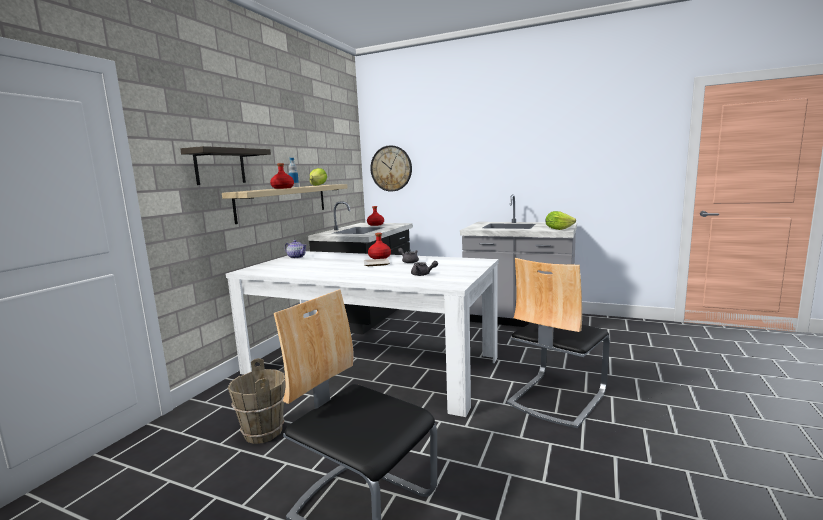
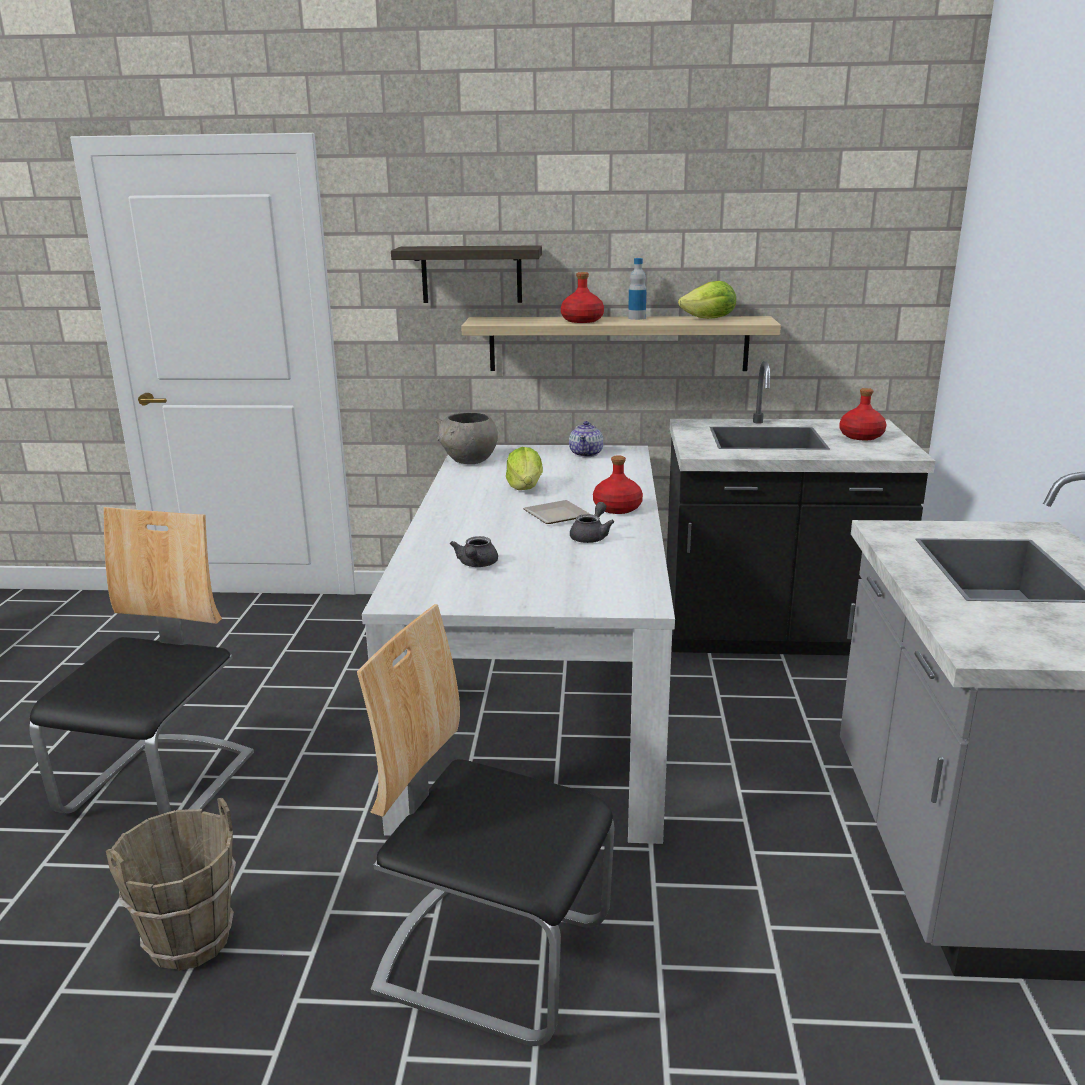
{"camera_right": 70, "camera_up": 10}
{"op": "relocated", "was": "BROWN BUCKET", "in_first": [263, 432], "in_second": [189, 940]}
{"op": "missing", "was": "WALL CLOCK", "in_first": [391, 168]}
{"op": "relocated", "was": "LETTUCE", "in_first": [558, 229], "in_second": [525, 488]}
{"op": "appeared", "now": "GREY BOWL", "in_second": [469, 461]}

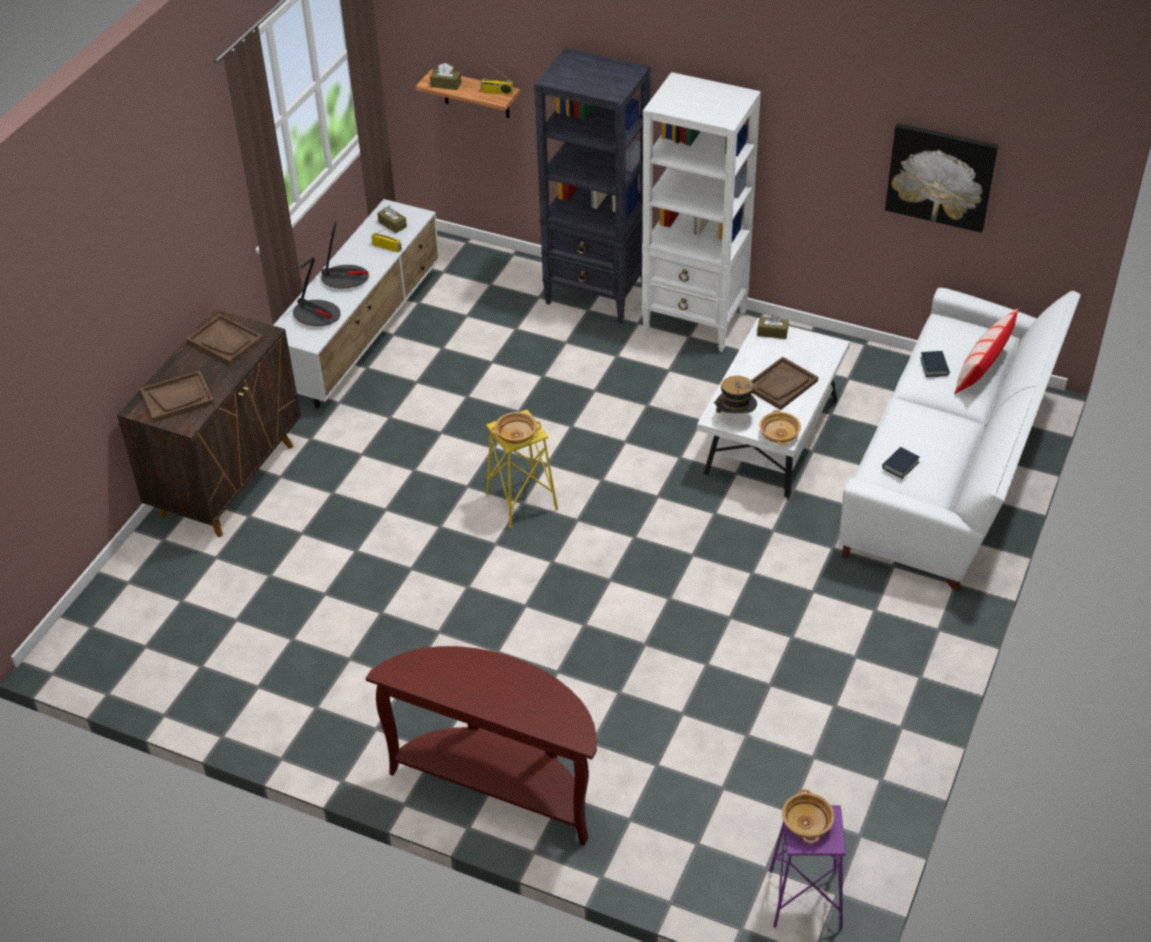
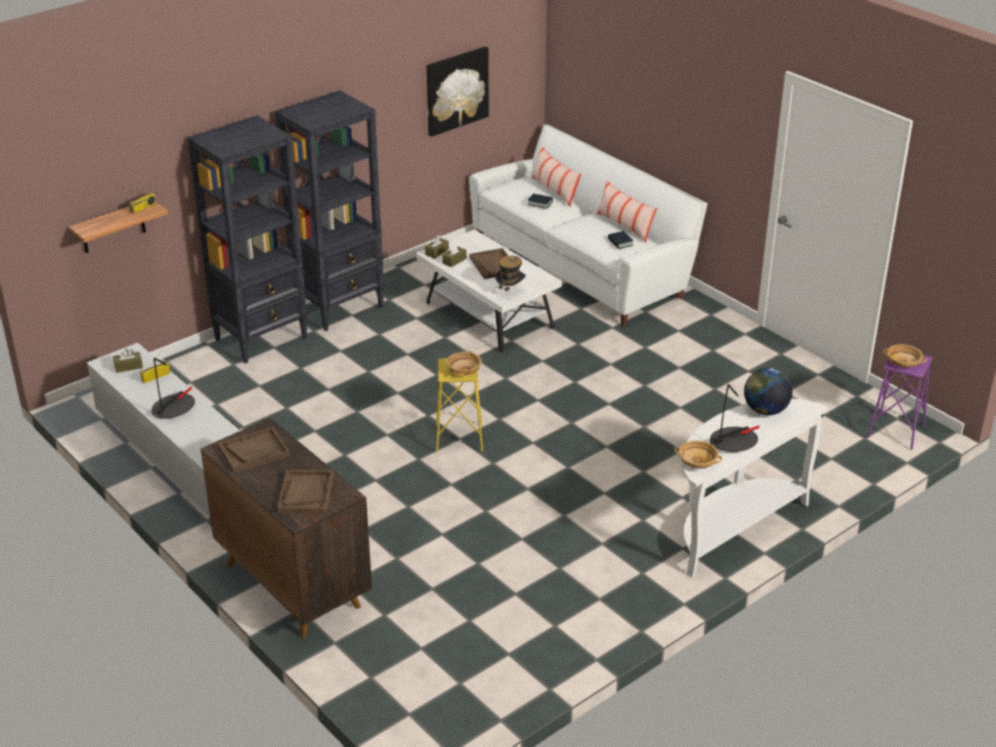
{"camera_right": -65, "camera_up": -10}
{"op": "relocated", "was": "TABLE LAMP", "in_first": [317, 315], "in_second": [733, 441]}
{"op": "colour", "was": "BROWN CONSOLE TABLE", "now": "WHITE CONSOLE TABLE", "in_first": [499, 784], "in_second": [733, 527]}
{"op": "relocated", "was": "BROWN TISSUE BOX", "in_first": [446, 84], "in_second": [454, 261]}
{"op": "colour", "was": "WHITE BOOKCASE", "now": "BLACK BOOKCASE", "in_first": [695, 322], "in_second": [340, 307]}
{"op": "relocated", "was": "BEIGE BOWL", "in_first": [779, 435], "in_second": [697, 462]}
{"op": "appeared", "now": "PILLOW", "in_second": [624, 226]}
{"op": "appeared", "now": "GLOBE", "in_second": [765, 410]}

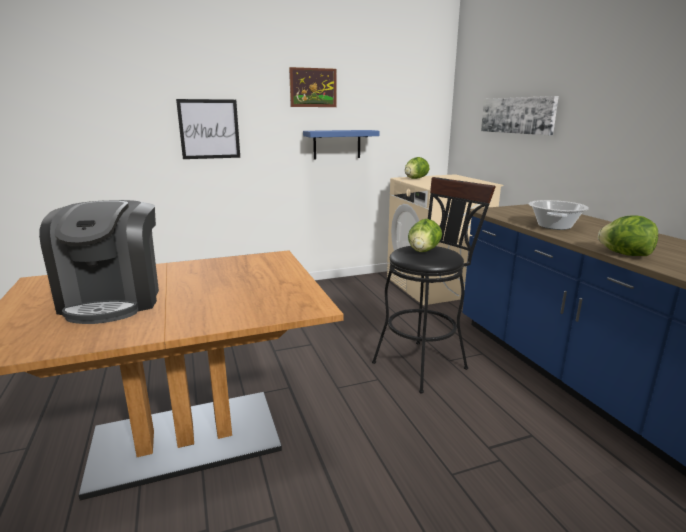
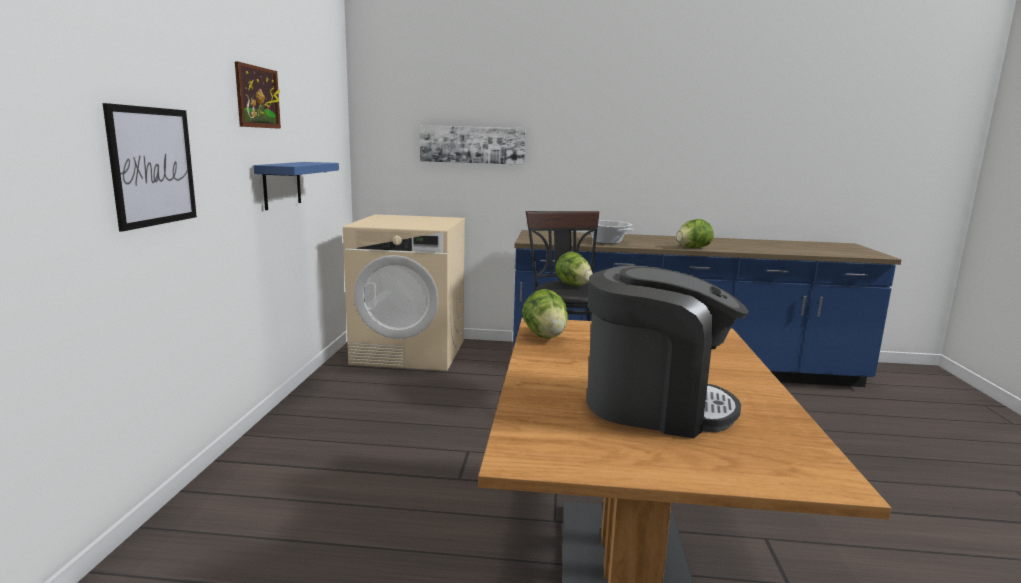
{"camera_right": -65, "camera_up": -5}
{"op": "relocated", "was": "LETTUCE", "in_first": [415, 178], "in_second": [545, 336]}

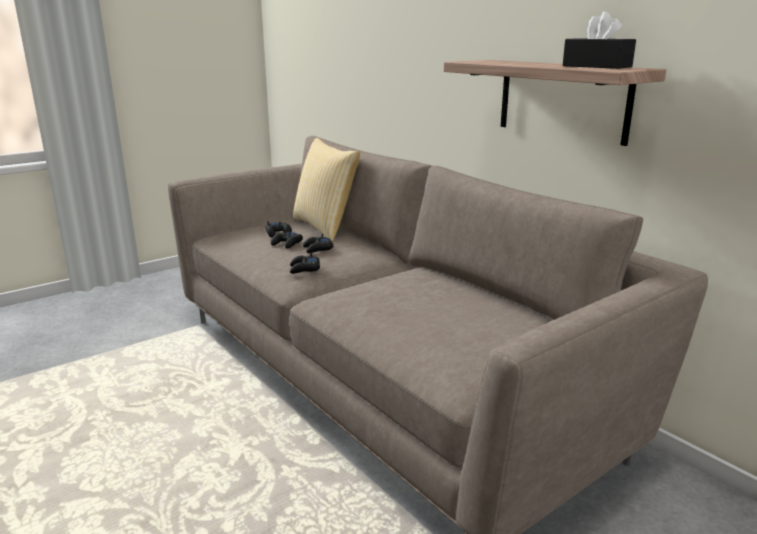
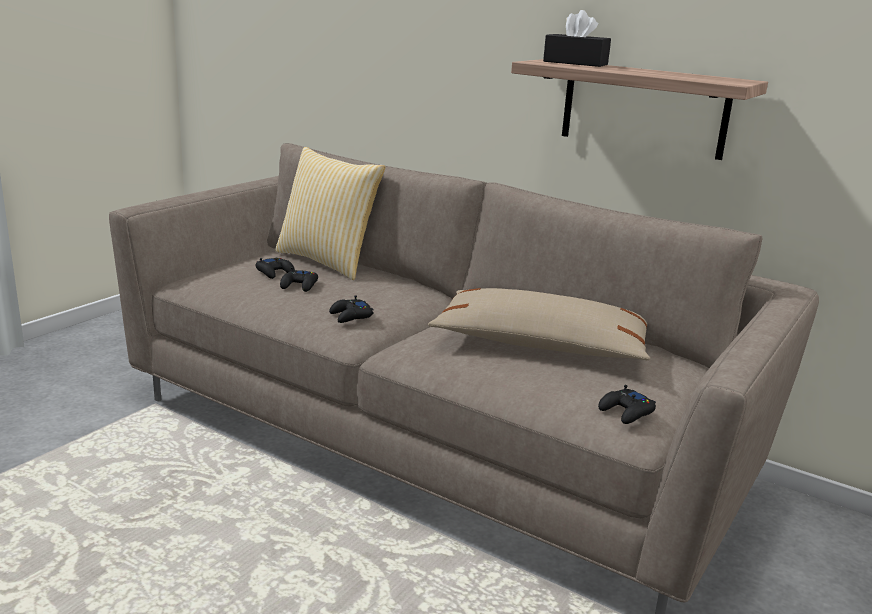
{"camera_right": -20, "camera_up": 0}
{"op": "relocated", "was": "BLACK GAME CONTROLLER", "in_first": [317, 249], "in_second": [626, 412]}
{"op": "relocated", "was": "BLACK TISSUE BOX", "in_first": [596, 66], "in_second": [575, 63]}
{"op": "appeared", "now": "BEIGE PILLOW", "in_second": [541, 344]}

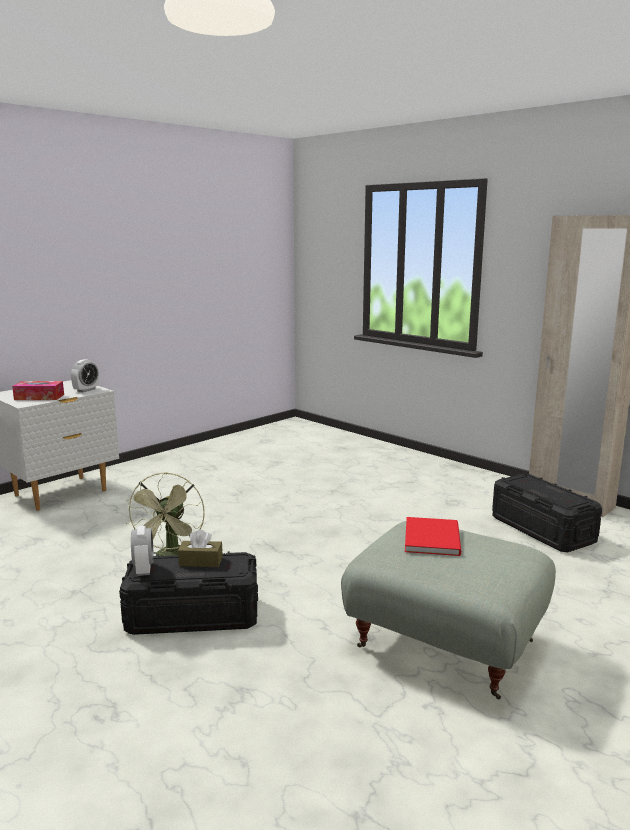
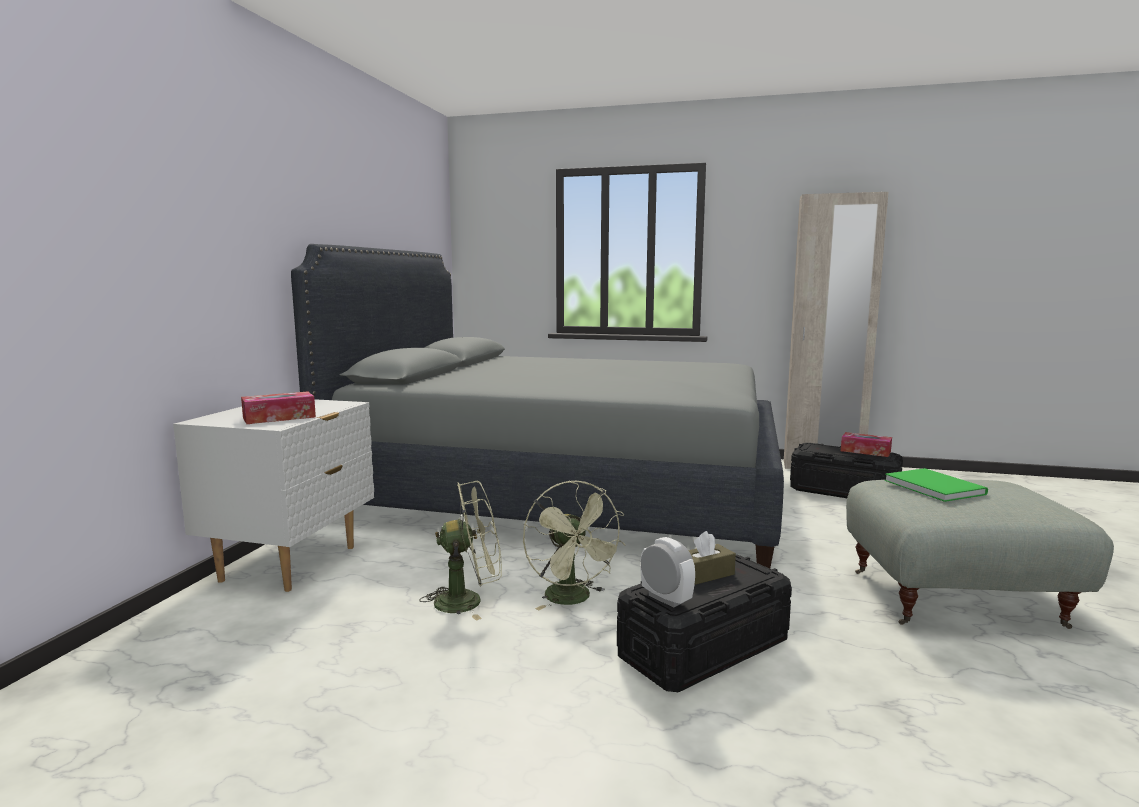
{"camera_right": -30, "camera_up": -5}
{"op": "missing", "was": "ALARM CLOCK", "in_first": [86, 390]}
{"op": "colour", "was": "RED BOOK", "now": "GREEN BOOK", "in_first": [434, 537], "in_second": [933, 486]}
{"op": "appeared", "now": "GREY BED", "in_second": [565, 493]}
{"op": "appeared", "now": "GREEN FAN", "in_second": [469, 600]}
{"op": "appeared", "now": "TISSUE BOX", "in_second": [865, 451]}

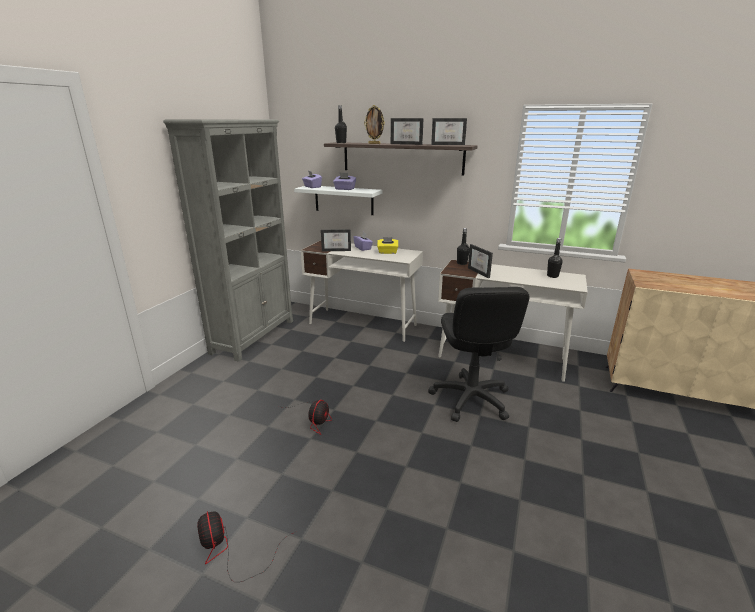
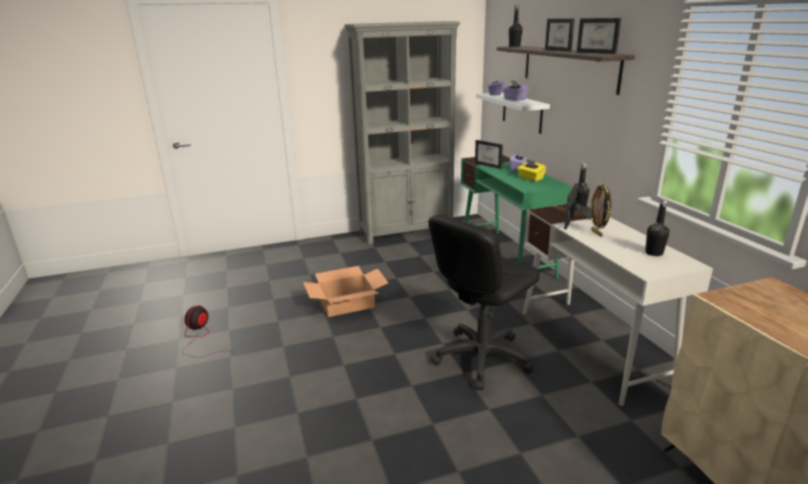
{"camera_right": 50, "camera_up": 0}
{"op": "exchanged", "was": "FAN", "now": "CARDBOARD BOX", "in_first": [315, 419], "in_second": [346, 303]}
{"op": "colour", "was": "WHITE DESK", "now": "GREEN DESK", "in_first": [363, 324], "in_second": [506, 256]}
{"op": "relocated", "was": "PICTURE FRAME", "in_first": [374, 143], "in_second": [597, 233]}

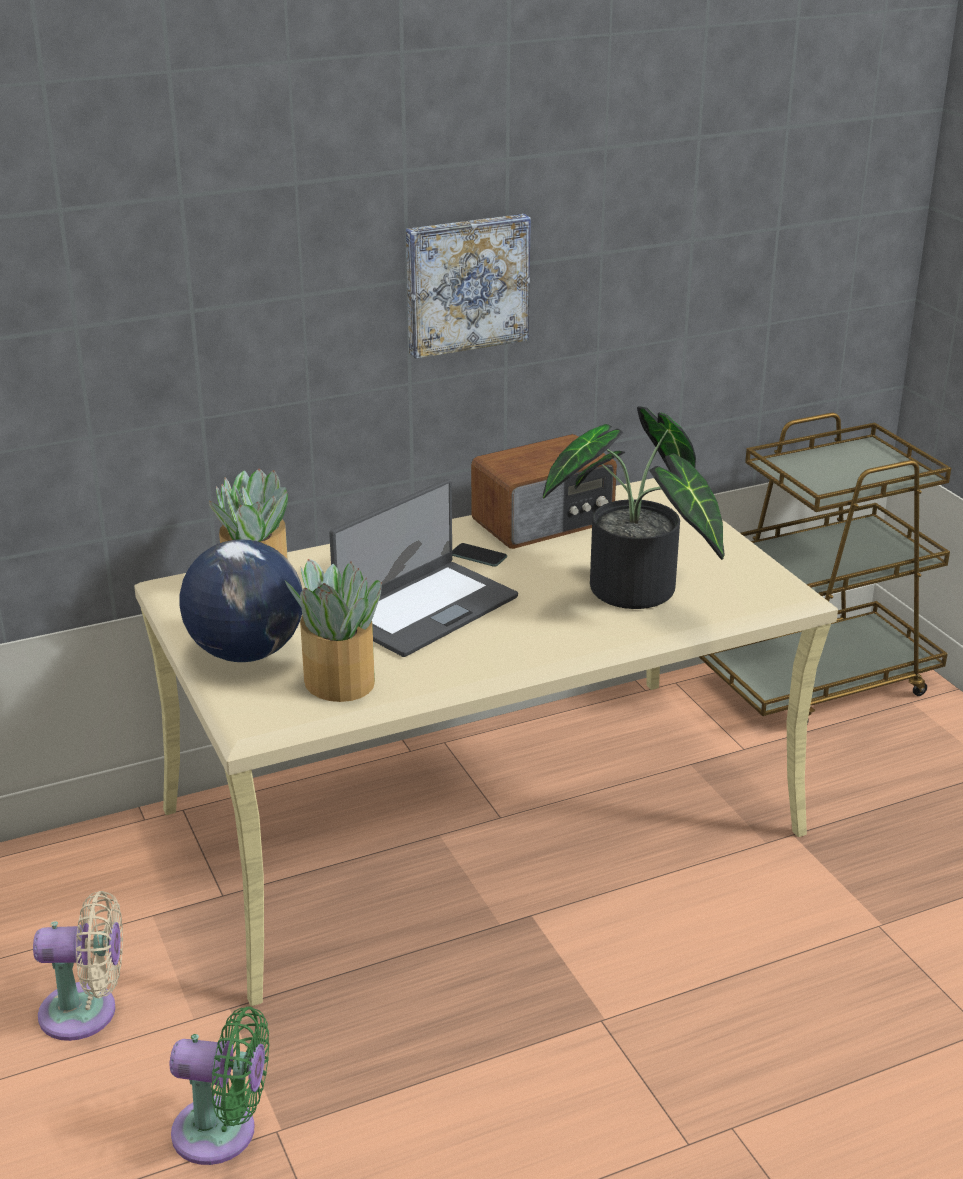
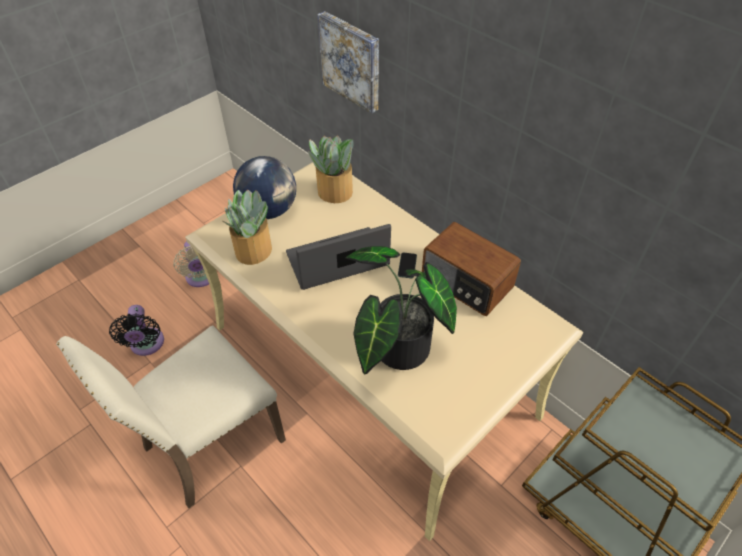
{"camera_right": 70, "camera_up": 20}
{"op": "colour", "was": "GREEN FAN", "now": "BLACK FAN", "in_first": [223, 1133], "in_second": [147, 345]}
{"op": "spun", "was": "LAPTOP", "in_first": [425, 608], "in_second": [338, 260], "clockwise": 135}
{"op": "relocated", "was": "PICTURE", "in_first": [466, 283], "in_second": [352, 61]}
{"op": "appeared", "now": "BEIGE CHAIR", "in_second": [210, 443]}

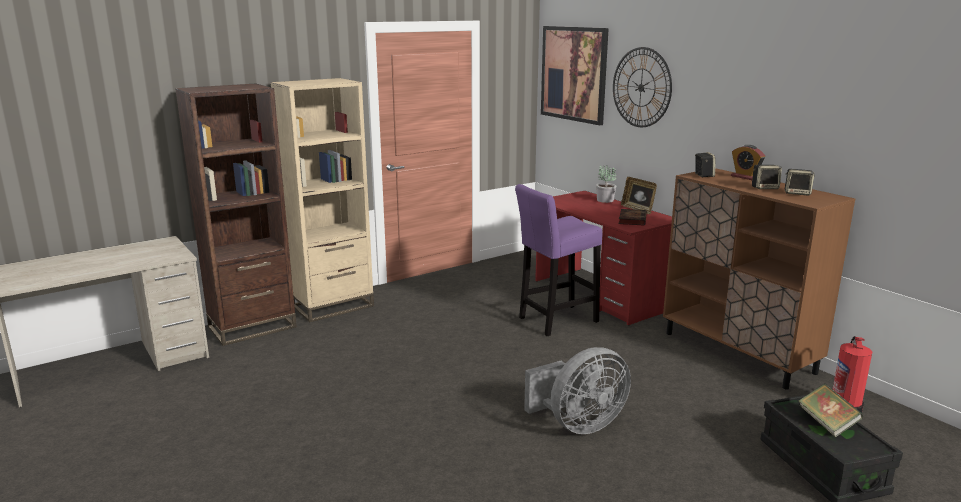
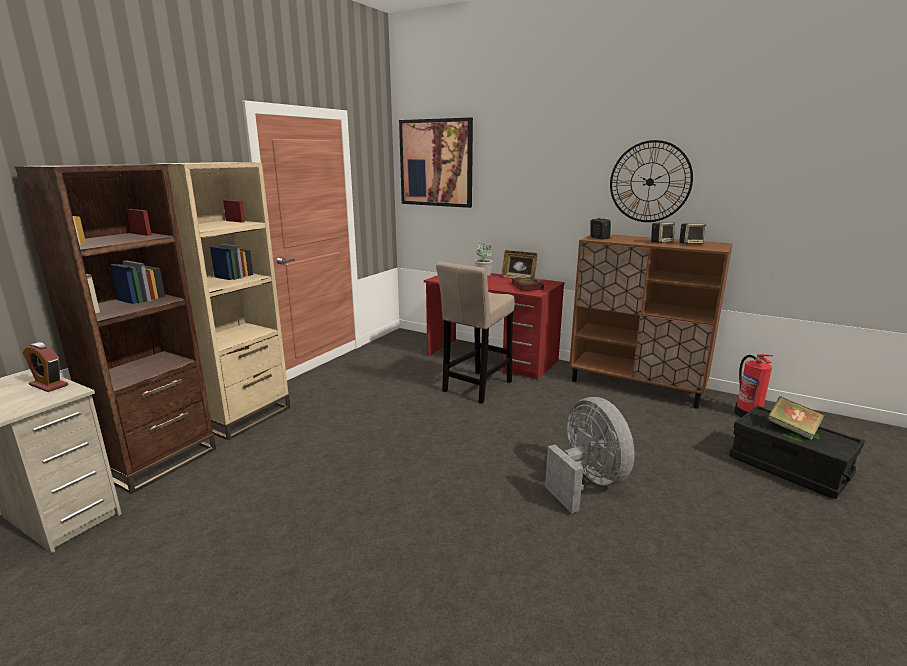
{"camera_right": -25, "camera_up": 0}
{"op": "colour", "was": "PURPLE STOOL", "now": "BEIGE STOOL", "in_first": [555, 321], "in_second": [475, 388]}
{"op": "spun", "was": "GREY FAN", "in_first": [579, 425], "in_second": [587, 482], "clockwise": -60}
{"op": "relocated", "was": "WALL CLOCK", "in_first": [641, 87], "in_second": [650, 182]}
{"op": "relocated", "was": "ALARM CLOCK", "in_first": [745, 177], "in_second": [49, 385]}

